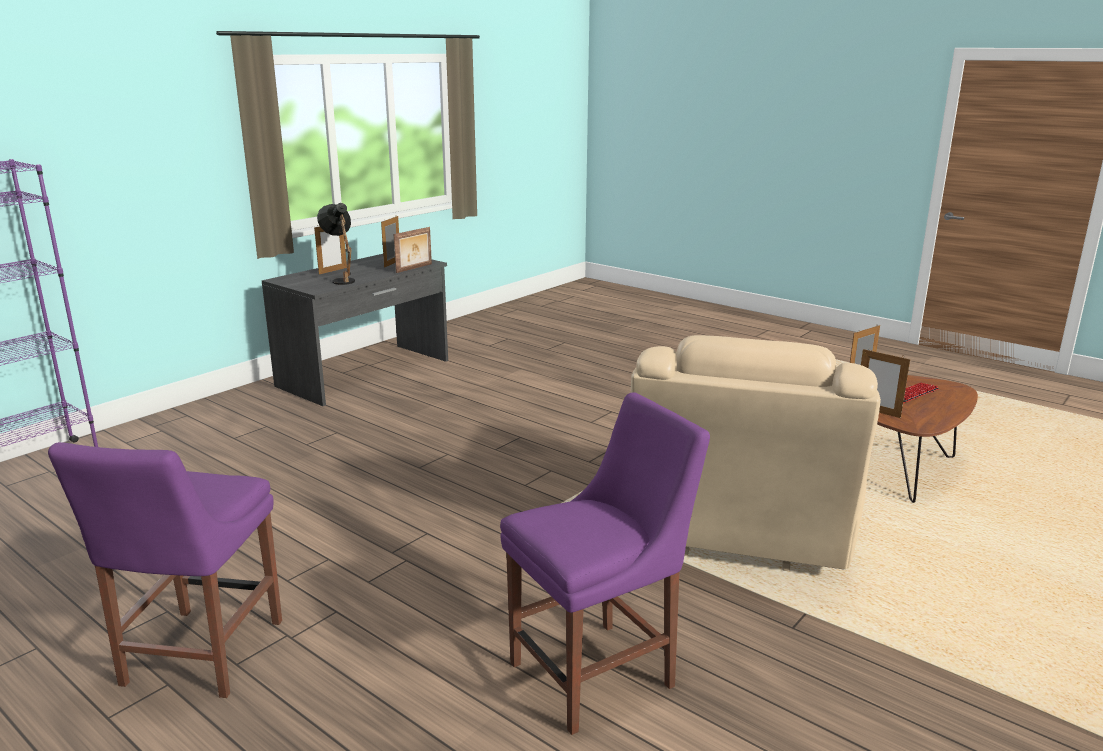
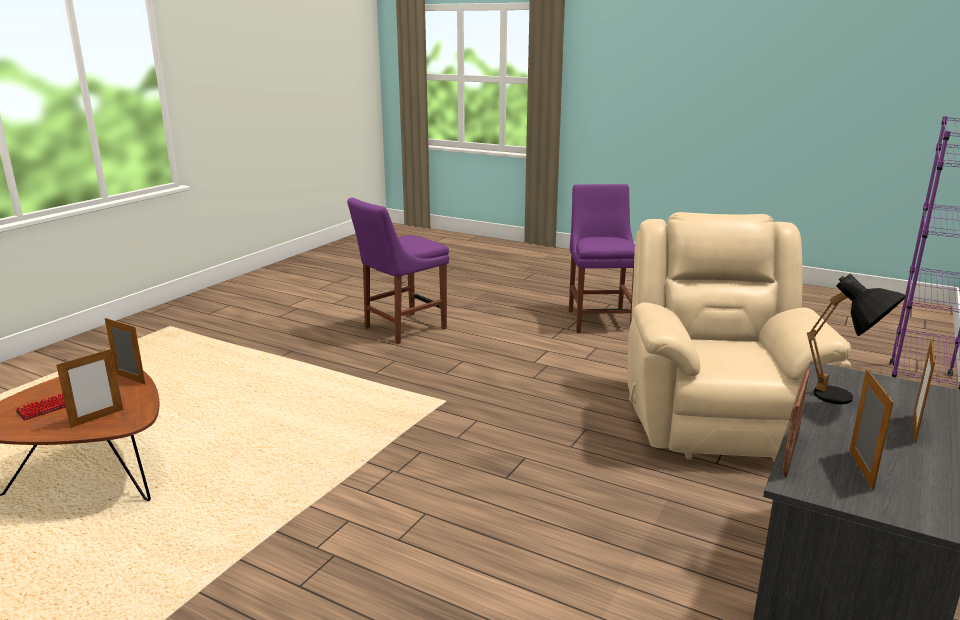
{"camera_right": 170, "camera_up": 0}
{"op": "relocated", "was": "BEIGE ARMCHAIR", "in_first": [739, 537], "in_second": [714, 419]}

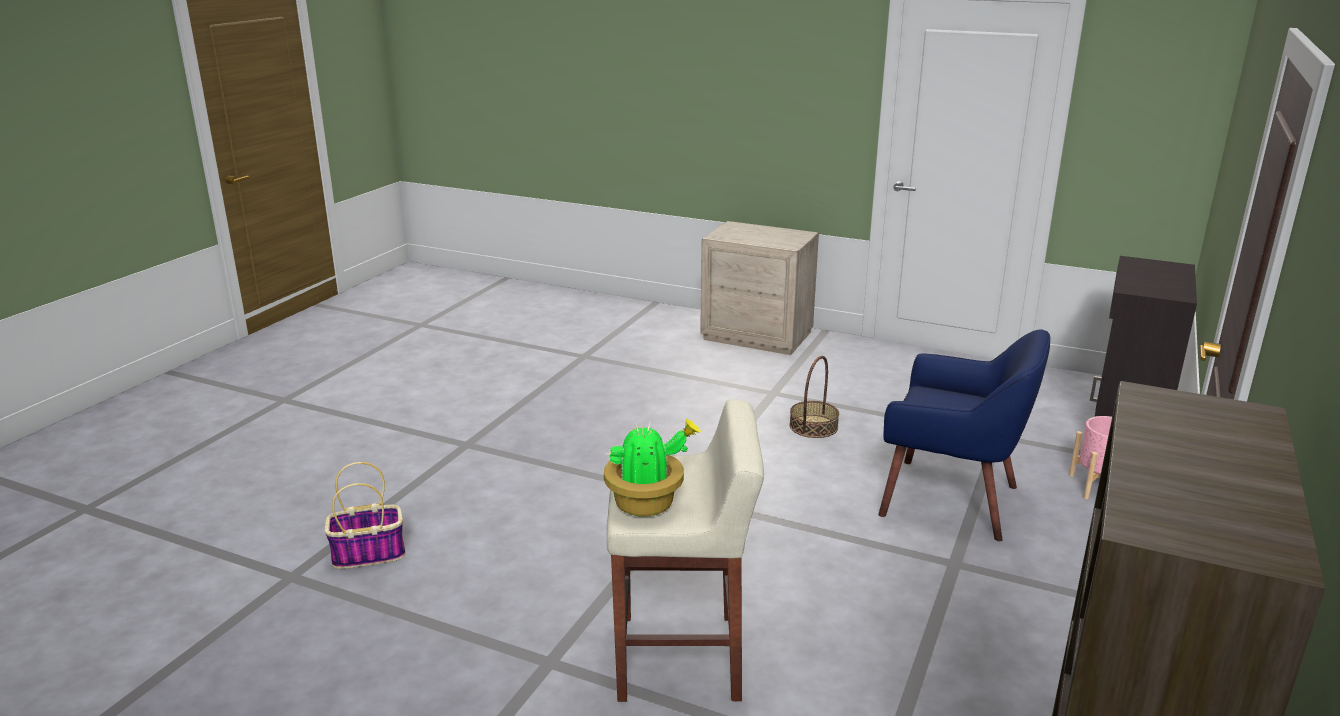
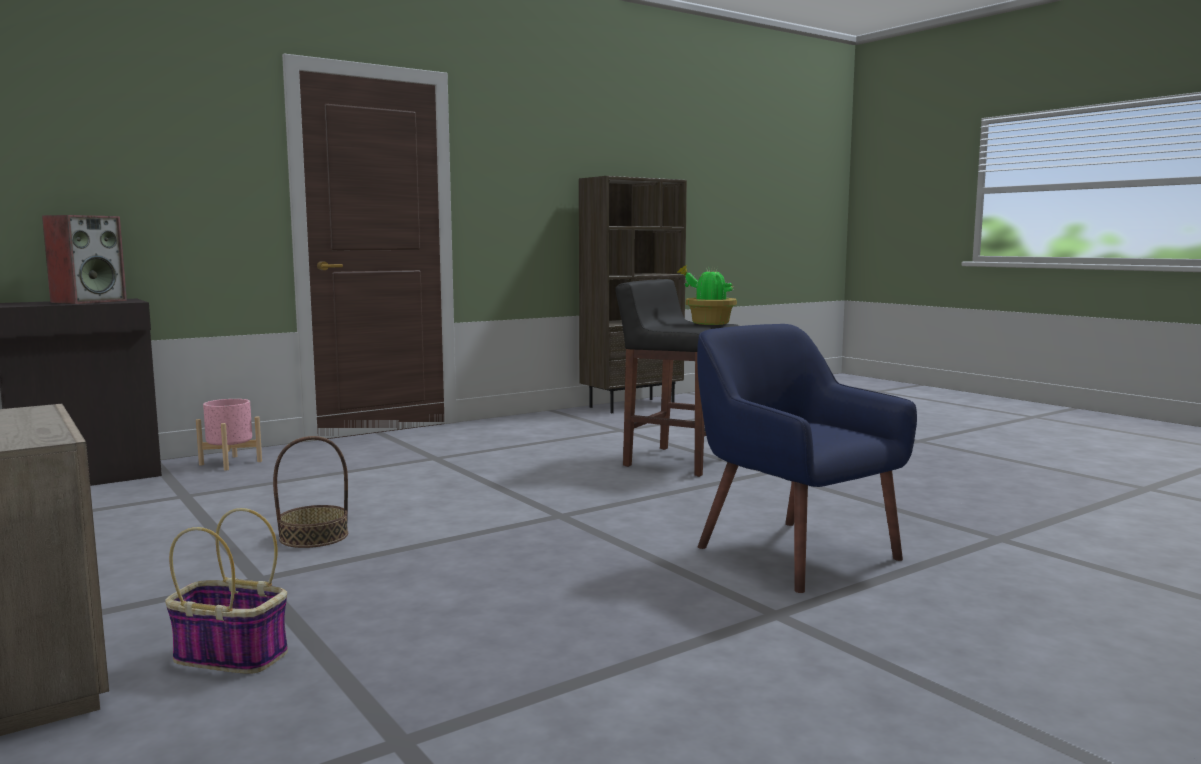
{"camera_right": -150, "camera_up": -15}
{"op": "relocated", "was": "BASKET", "in_first": [370, 554], "in_second": [228, 656]}
{"op": "colour", "was": "BEIGE STOOL", "now": "BLACK STOOL", "in_first": [681, 657], "in_second": [678, 461]}
{"op": "relocated", "was": "BLUE ARMCHAIR", "in_first": [951, 500], "in_second": [793, 552]}
{"op": "appeared", "now": "SPEAKER", "in_second": [89, 301]}

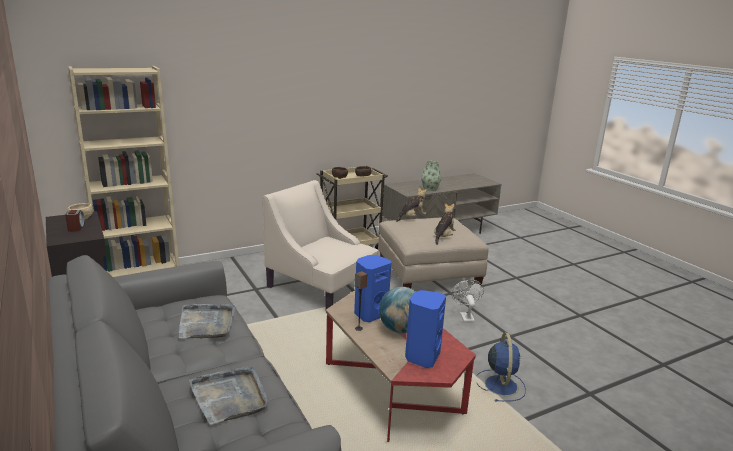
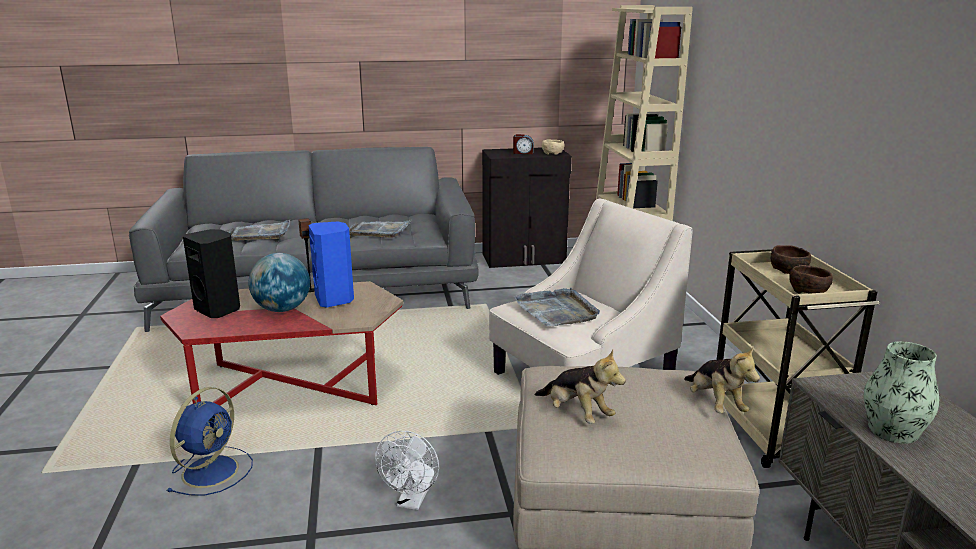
{"camera_right": 110, "camera_up": 0}
{"op": "colour", "was": "BLUE SPEAKER", "now": "BLACK SPEAKER", "in_first": [421, 357], "in_second": [219, 310]}
{"op": "spun", "was": "WHITE FAN", "in_first": [465, 316], "in_second": [412, 501], "clockwise": 90}
{"op": "spun", "was": "BLUE FAN", "in_first": [500, 384], "in_second": [212, 470], "clockwise": -90}
{"op": "appeared", "now": "GREY TRAY", "in_second": [557, 310]}

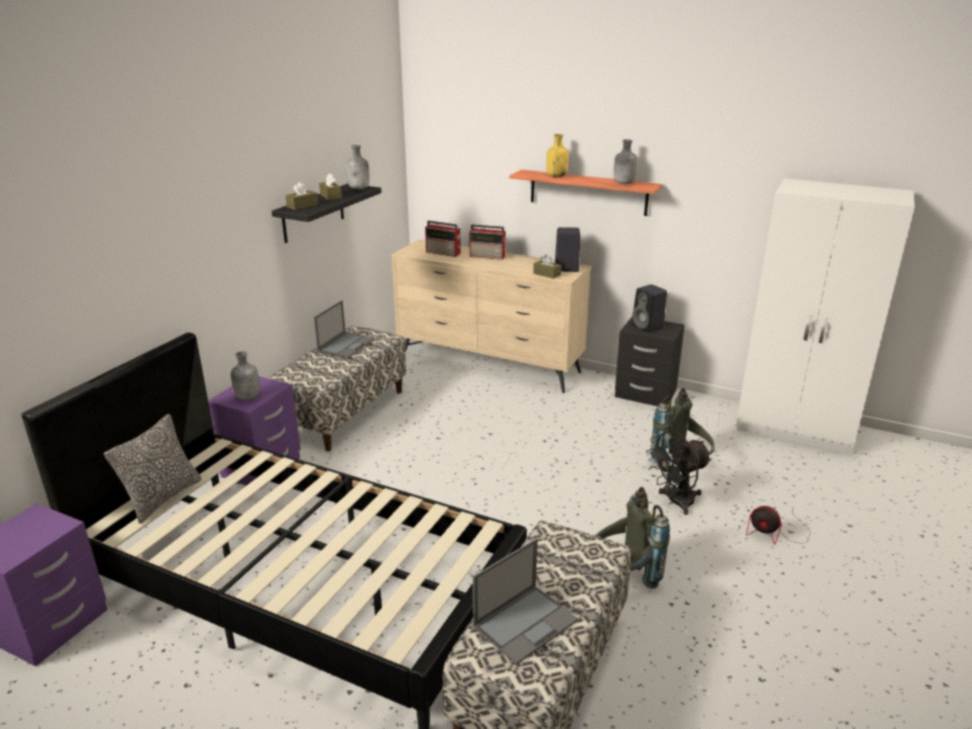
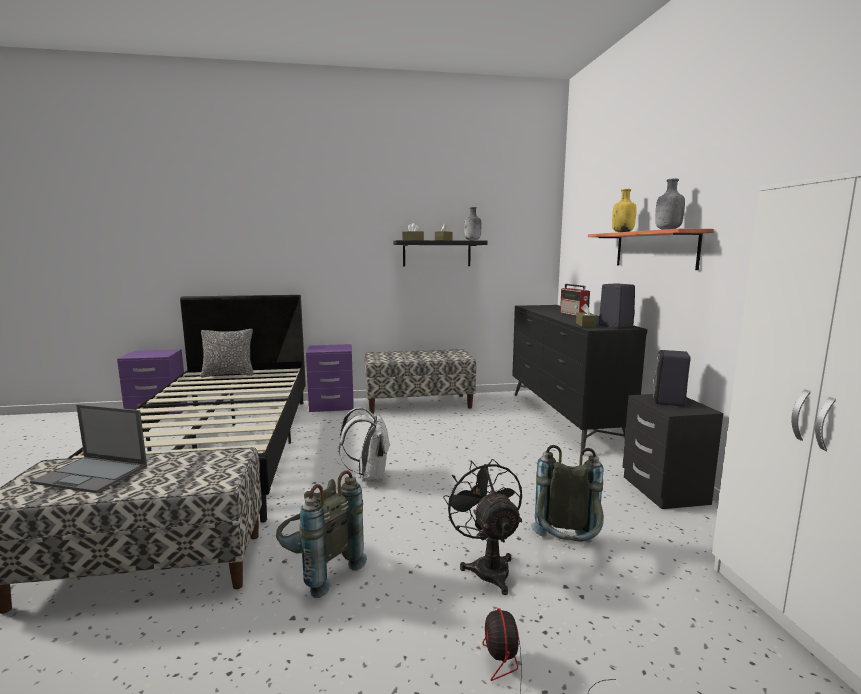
{"camera_right": 55, "camera_up": -15}
{"op": "missing", "was": "GREY BOTTLE", "in_first": [247, 397]}
{"op": "missing", "was": "LAPTOP", "in_first": [346, 345]}
{"op": "colour", "was": "BEIGE DRESSER", "now": "BLACK DRESSER", "in_first": [489, 365], "in_second": [563, 419]}
{"op": "missing", "was": "RADIO", "in_first": [444, 253]}
{"op": "spun", "was": "BLACK FAN", "in_first": [675, 502], "in_second": [487, 566], "clockwise": 45}
{"op": "appeared", "now": "WHITE BACKPACK", "in_second": [369, 476]}

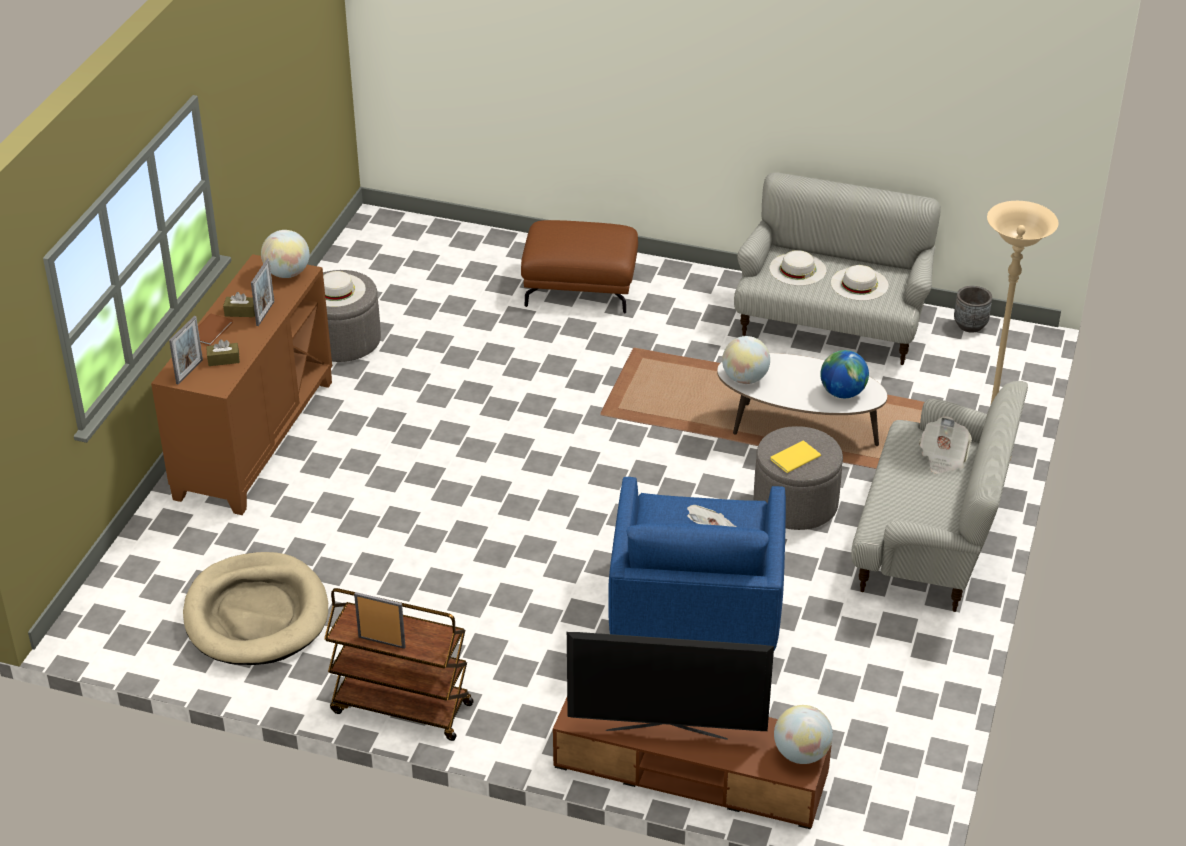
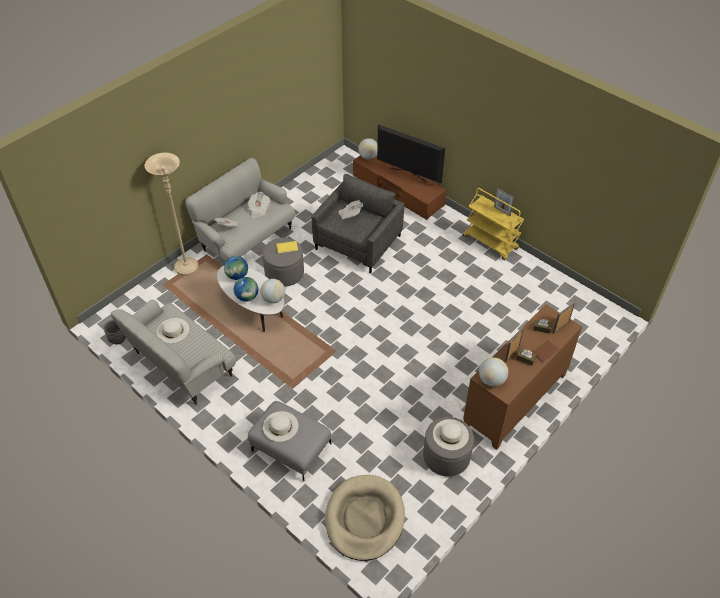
{"camera_right": -155, "camera_up": 10}
{"op": "relocated", "was": "BEIGE DOG BED", "in_first": [256, 614], "in_second": [364, 519]}
{"op": "colour", "was": "BROWN CART", "now": "YELLOW CART", "in_first": [400, 708], "in_second": [491, 243]}
{"op": "colour", "was": "BROWN OTTOMAN", "now": "GREY OTTOMAN", "in_first": [580, 286], "in_second": [290, 448]}
{"op": "colour", "was": "BLUE ARMCHAIR", "now": "GREY ARMCHAIR", "in_first": [695, 610], "in_second": [358, 243]}
{"op": "relocated", "was": "WHITE HAT", "in_first": [797, 269], "in_second": [280, 426]}
{"op": "appeared", "now": "GLOBE", "in_second": [247, 297]}
{"op": "appeared", "now": "NEWSPAPER", "in_second": [259, 210]}

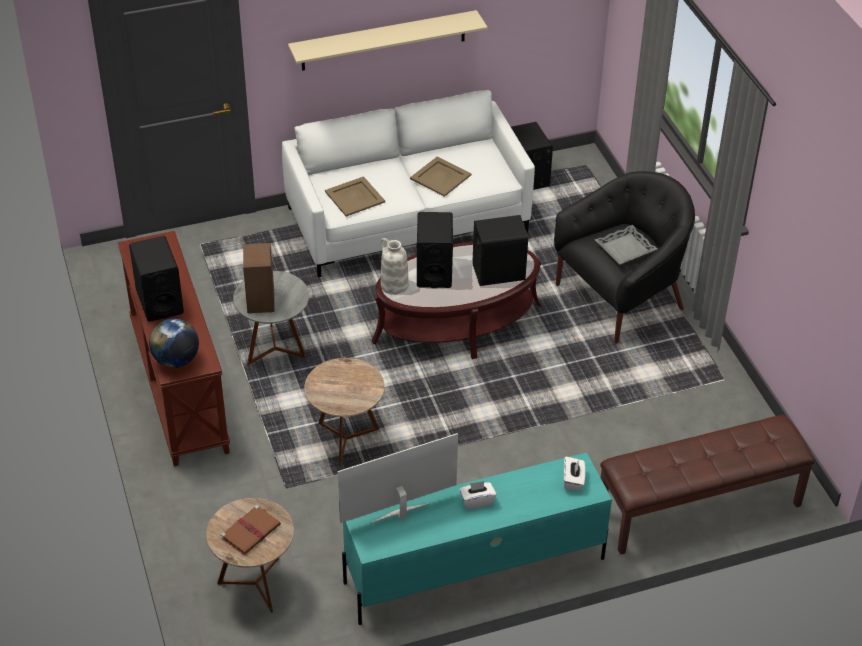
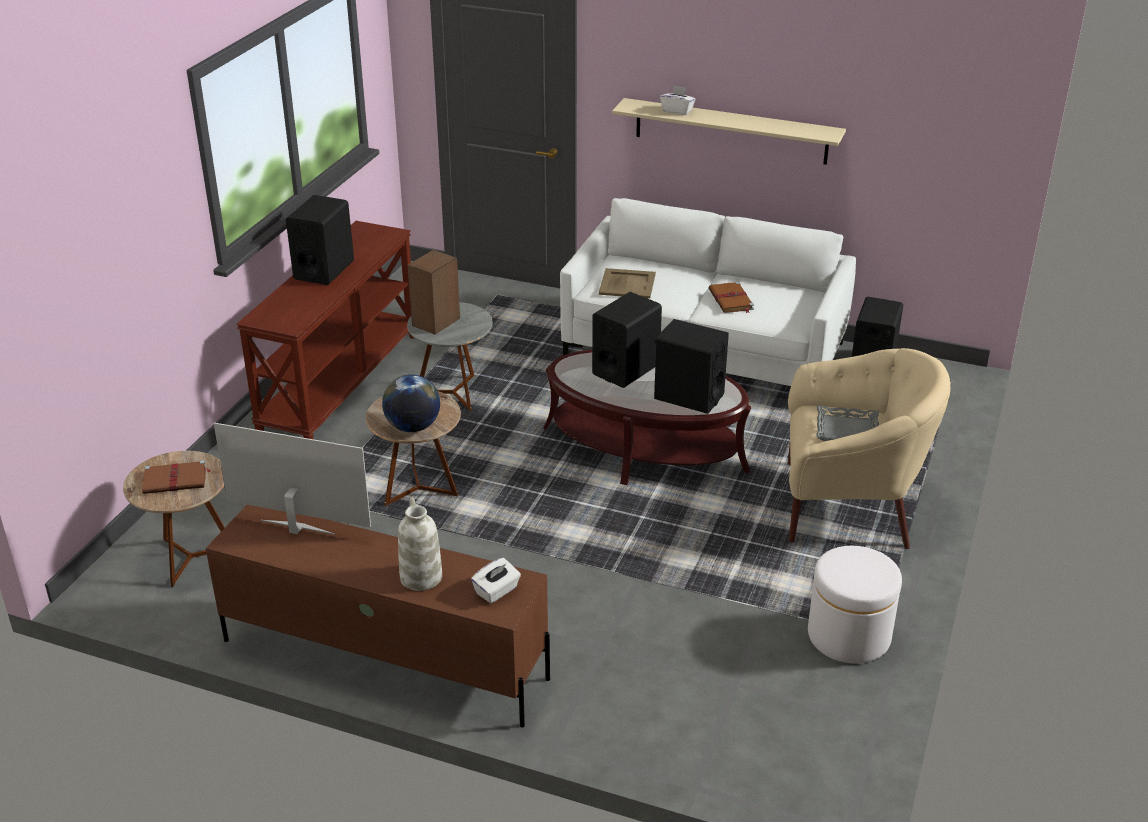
{"camera_right": 40, "camera_up": -10}
{"op": "relocated", "was": "GLOBE", "in_first": [176, 360], "in_second": [413, 427]}
{"op": "colour", "was": "TURQUOISE TV STAND", "now": "BROWN TV STAND", "in_first": [473, 570], "in_second": [383, 658]}
{"op": "relocated", "was": "WHITE VASE", "in_first": [394, 285], "in_second": [420, 577]}
{"op": "exchanged", "was": "BEIGE TRAY", "now": "BROWN BOOK", "in_first": [440, 176], "in_second": [731, 300]}
{"op": "relocated", "was": "WHITE TISSUE BOX", "in_first": [477, 501], "in_second": [677, 111]}
{"op": "colour", "was": "BLACK ARMCHAIR", "now": "BEIGE ARMCHAIR", "in_first": [621, 297], "in_second": [847, 505]}
{"op": "missing", "was": "BROWN BENCH", "in_first": [699, 509]}
{"op": "appeared", "now": "WHITE OTTOMAN", "in_second": [849, 636]}

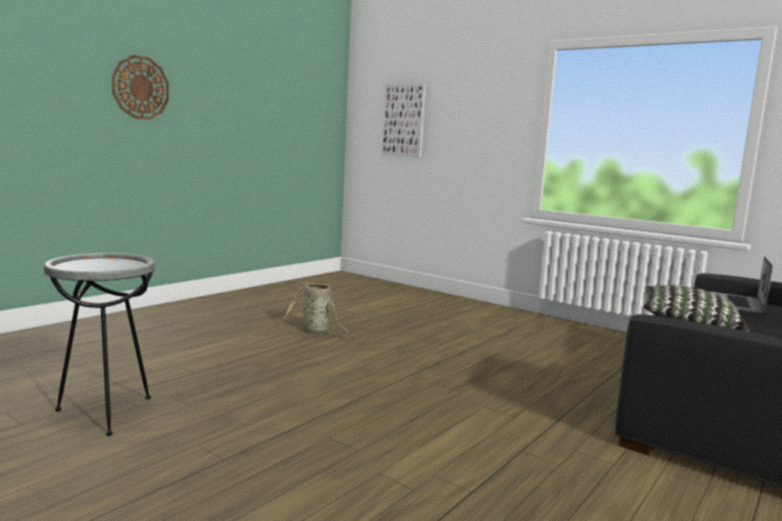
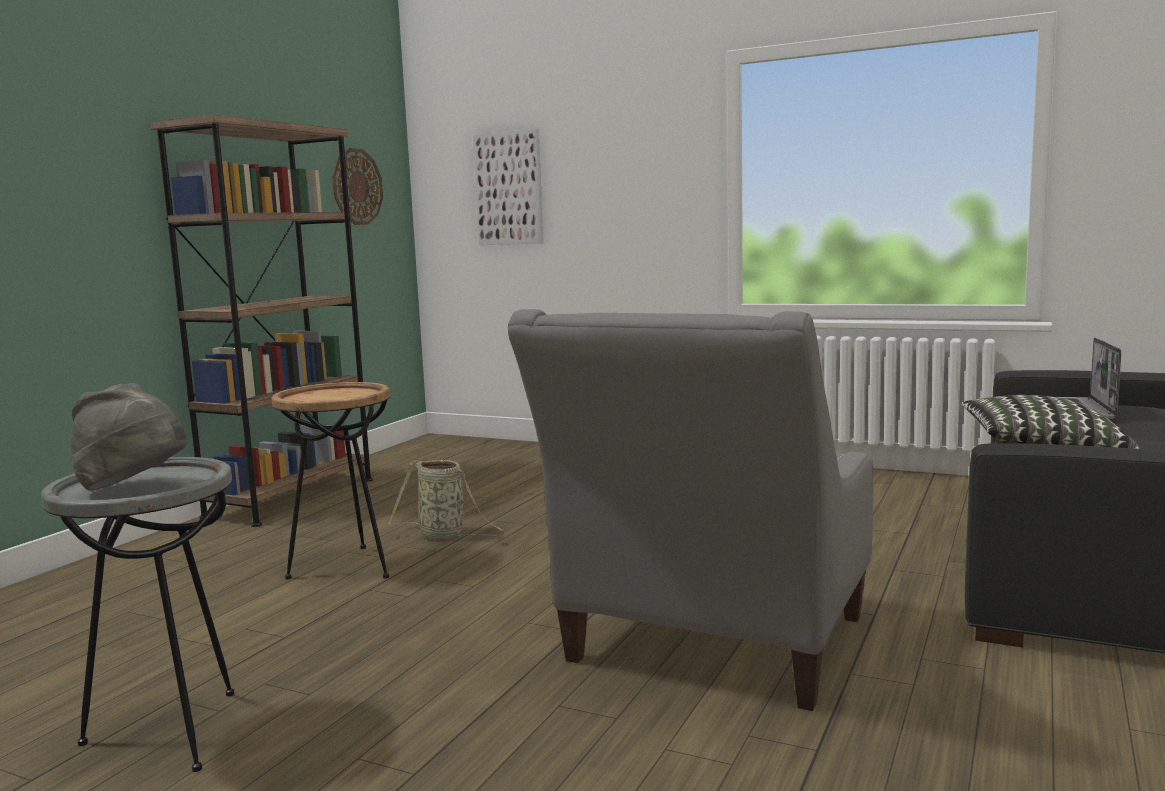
{"camera_right": -10, "camera_up": 0}
{"op": "relocated", "was": "WALL CLOCK", "in_first": [140, 87], "in_second": [357, 187]}
{"op": "appeared", "now": "GREY HAT", "in_second": [135, 489]}
{"op": "appeared", "now": "BROWN BOOKCASE", "in_second": [291, 497]}
{"op": "appeared", "now": "BROWN SIDE TABLE", "in_second": [346, 567]}
{"op": "appeared", "now": "GREY ARMCHAIR", "in_second": [709, 648]}

